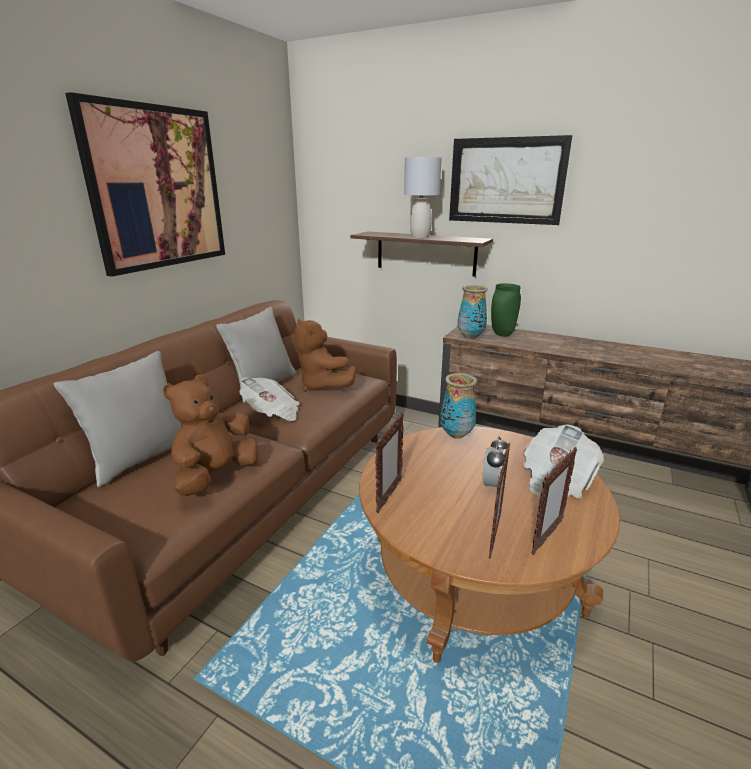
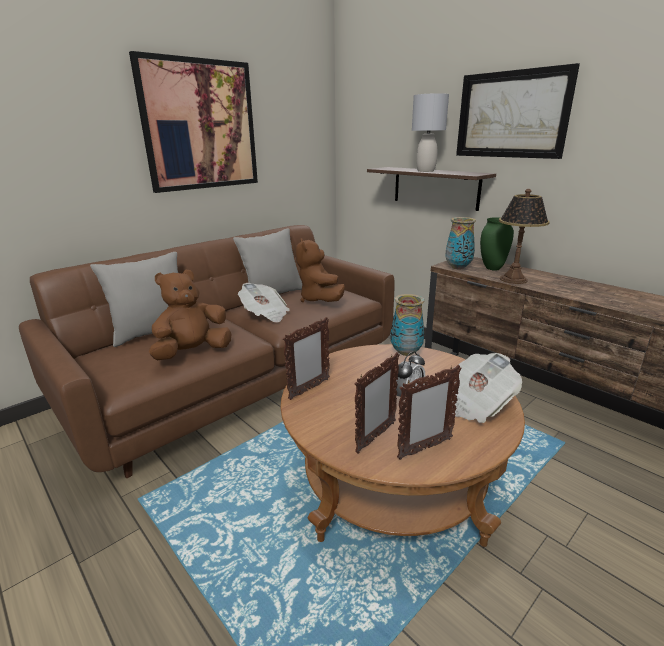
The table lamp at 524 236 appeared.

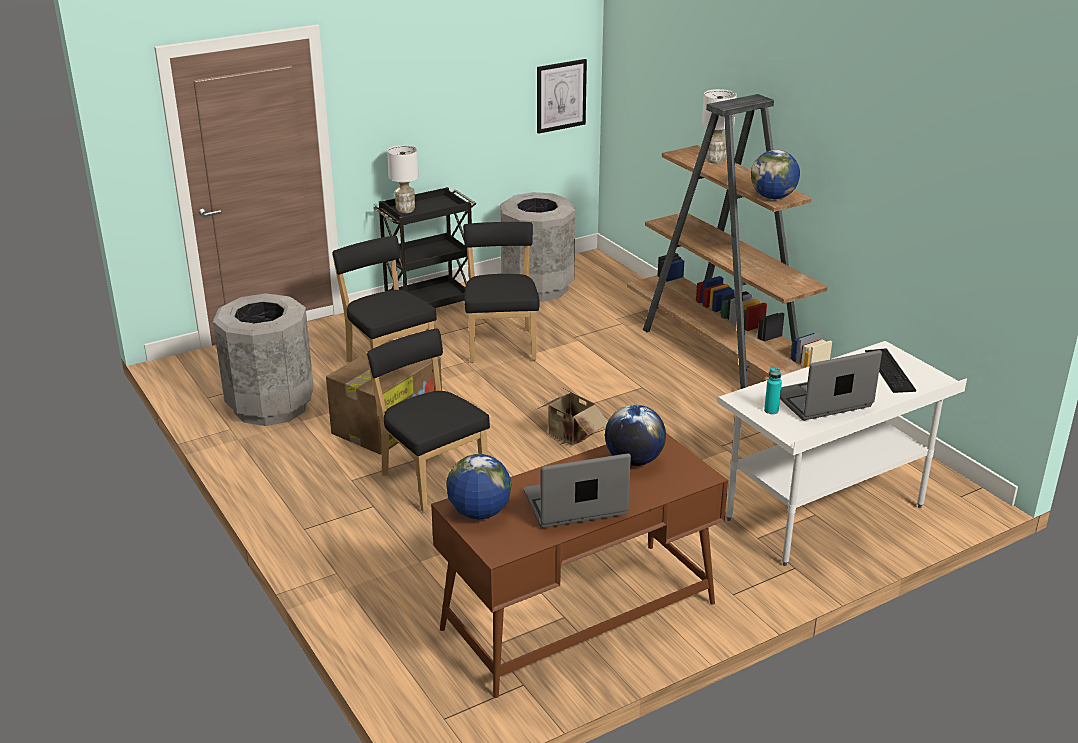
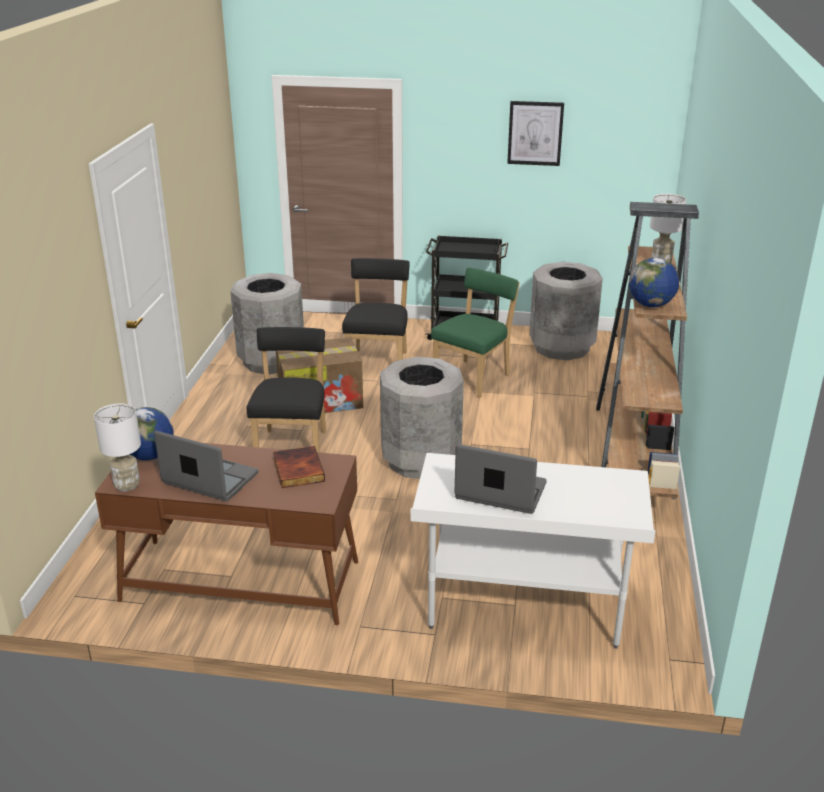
The white table lamp moved from 403 179 to 117 448.
The black chair at 501 292 became the green chair at 475 332.
The cardboard box at 571 418 was replaced by the grey trash can at 422 418.
The picture moved from 562 96 to 535 133.
The globe at 635 435 was replaced by the book at 299 467.
The turquoise bottle at 773 391 disappeared.
The keyboard at 890 370 disappeared.

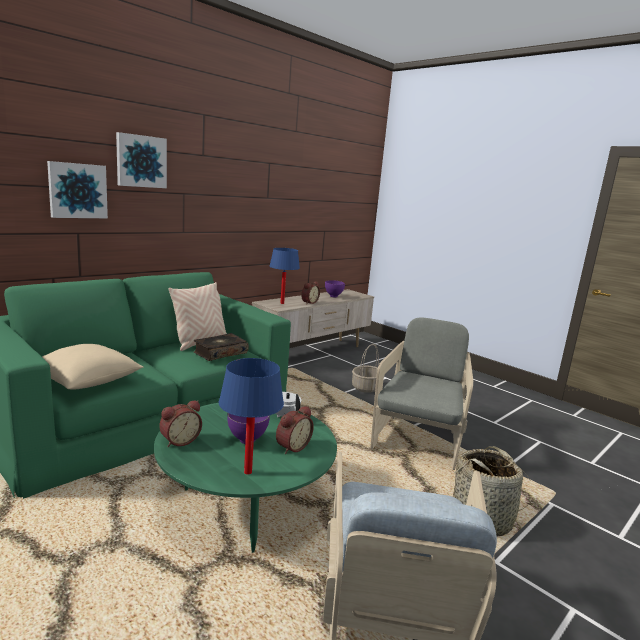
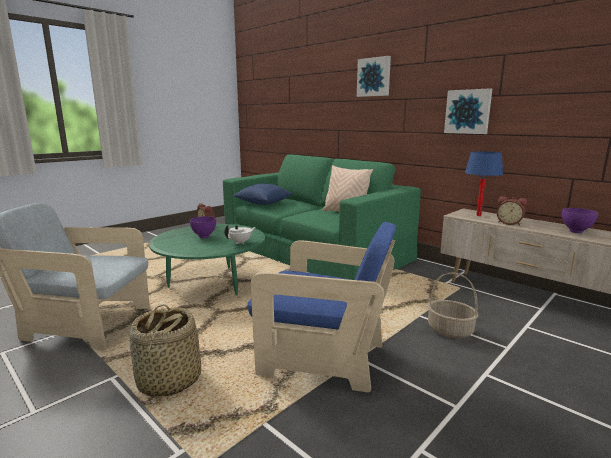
The beige pillow at 92 367 became the blue pillow at 262 194.
The picture moved from 77 189 to 468 111.
The book at 221 347 disappeared.
The blue table lamp at 251 416 disappeared.
The alarm clock at 295 430 disappeared.
The grey armchair at 421 393 became the blue armchair at 322 307.

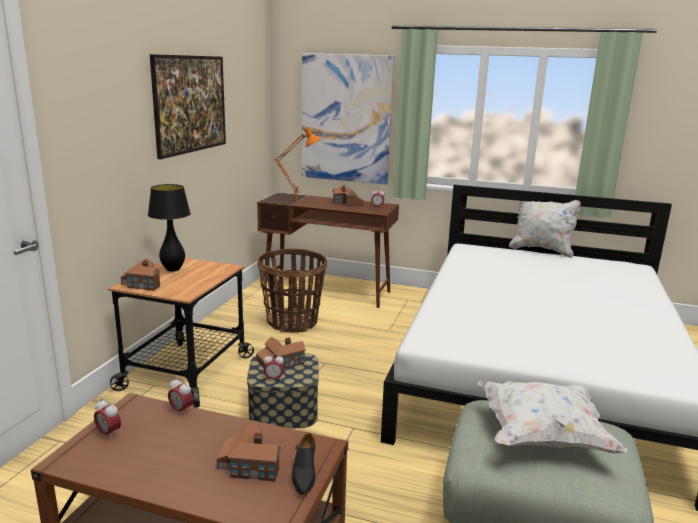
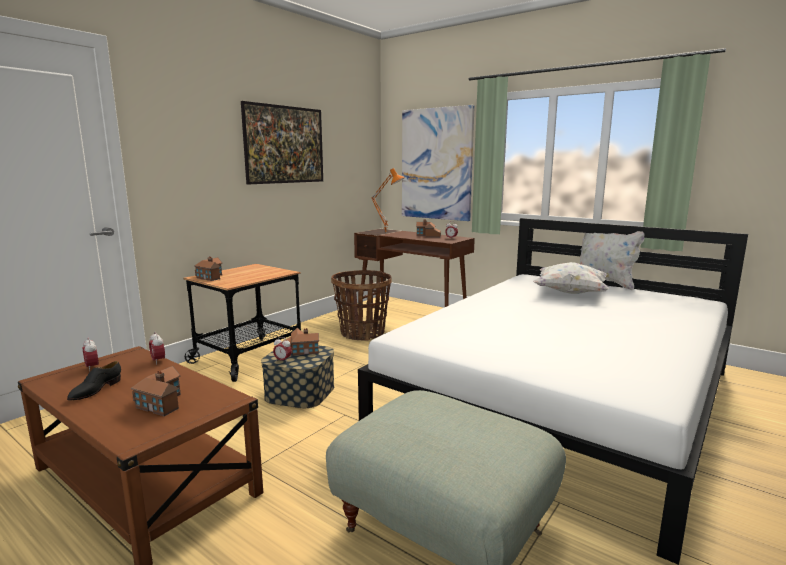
The black table lamp at 169 228 disappeared.
The black shoe moved from 303 464 to 94 380.
The white pillow moved from 552 417 to 571 278.

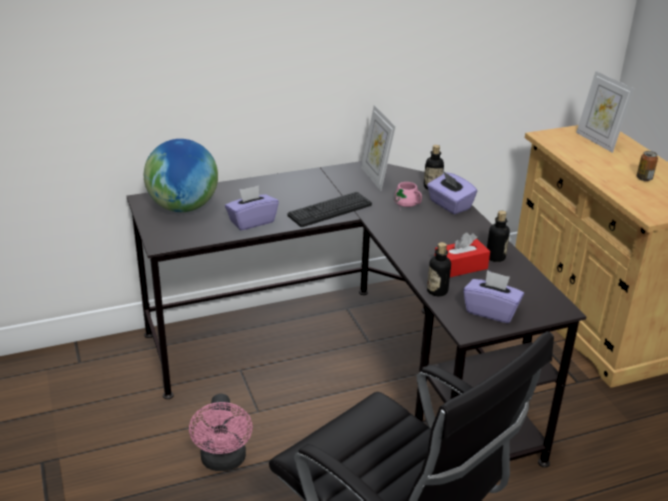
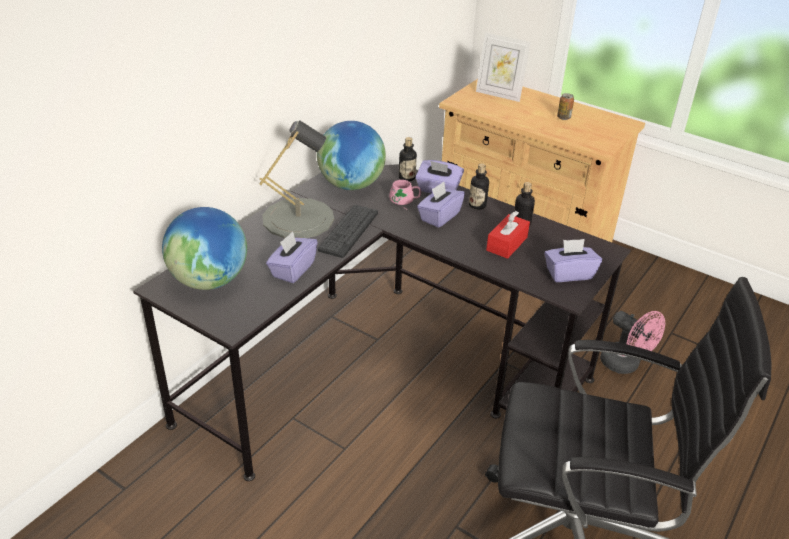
The pink fan moved from 221 432 to 632 342.
The picture frame at 378 148 was replaced by the globe at 351 155.
The bottle moved from 439 269 to 479 187.
The grey table lamp at 297 179 appeared.
The purple tissue box at 441 205 appeared.

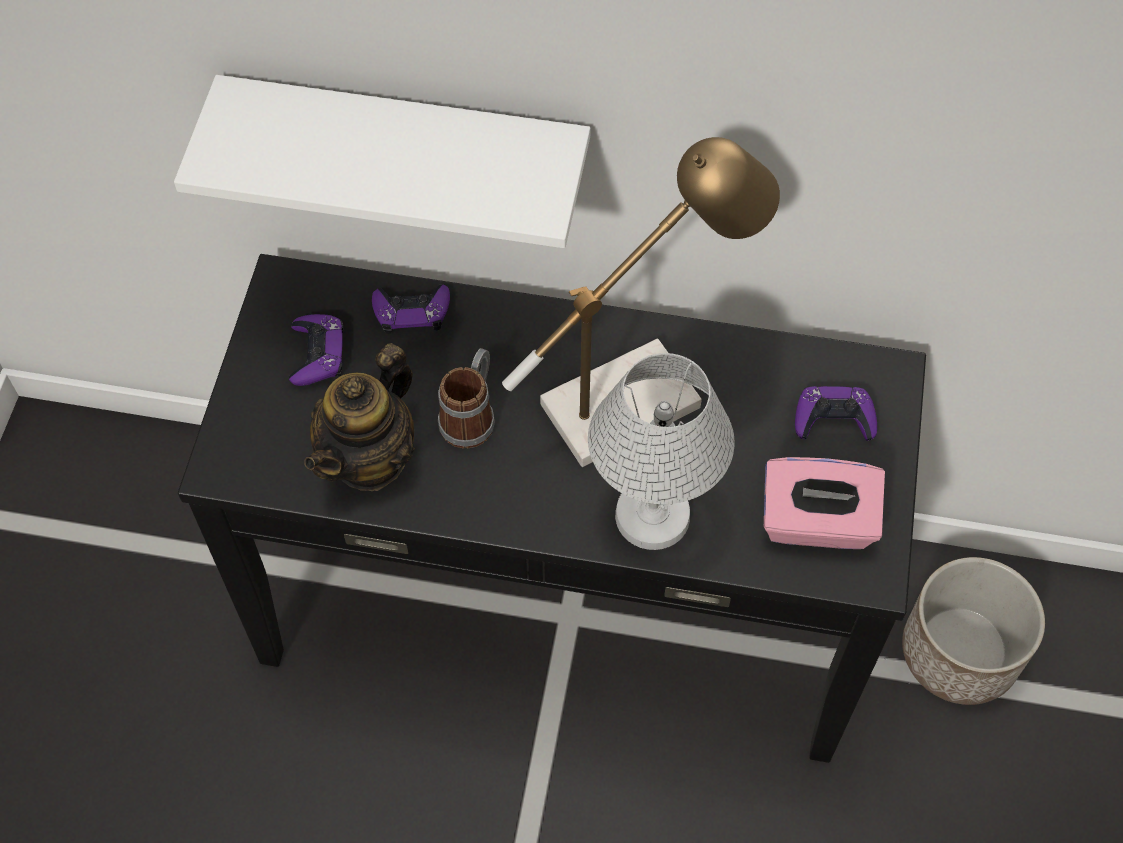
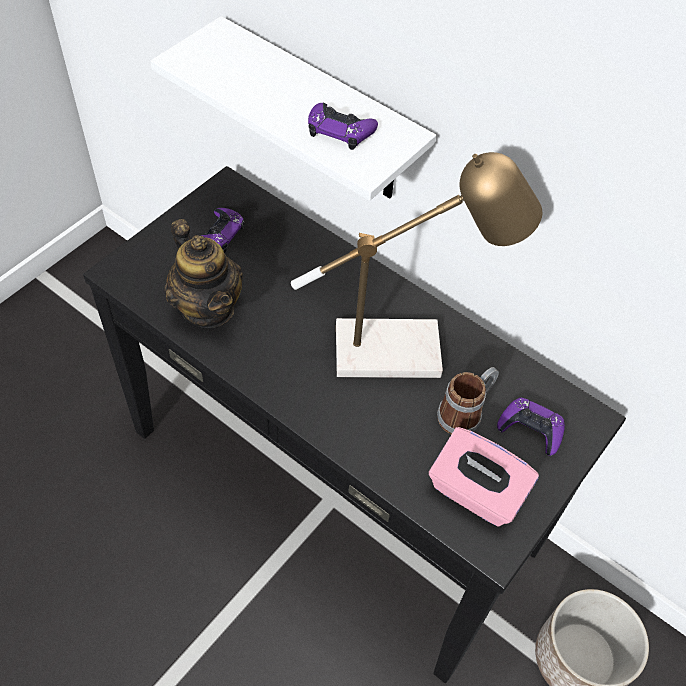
The teapot at 359 417 turned 90 degrees counterclockwise.
The purple game controller moved from 411 309 to 343 126.
The mug moved from 466 398 to 468 401.
The white table lamp at 661 451 disappeared.

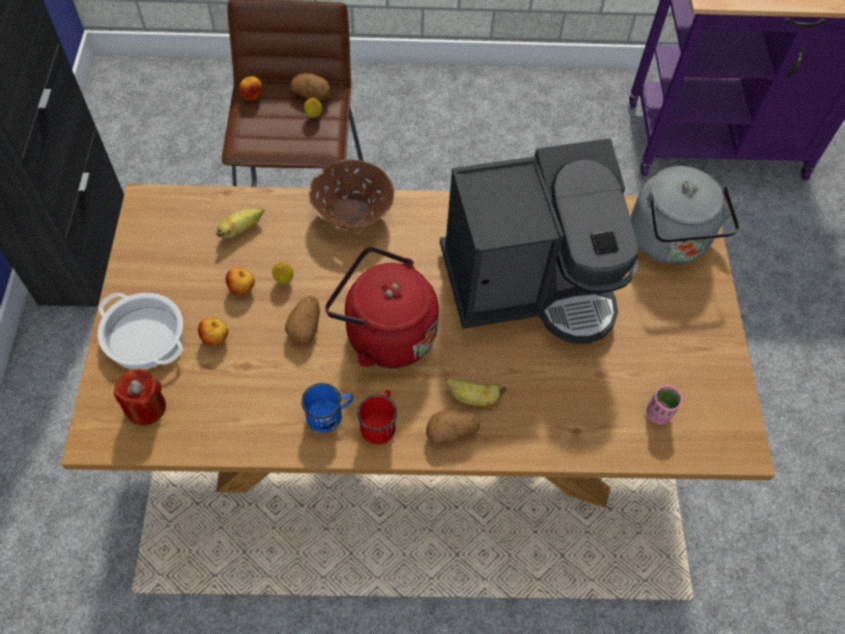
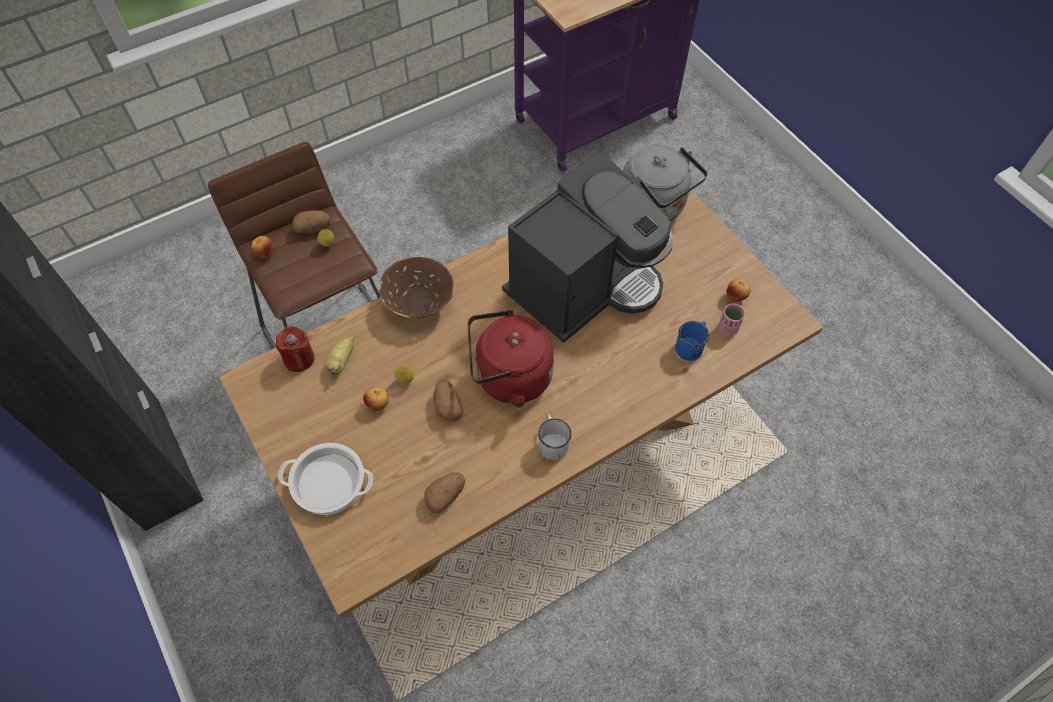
The red candle moved from 140 397 to 295 349.
The apple moved from 213 331 to 738 291.
The blue mug moved from 327 408 to 692 341.
The red mug at 377 417 became the white mug at 554 437.
The potato moved from 453 427 to 444 492.
The banana at 476 392 disappeared.

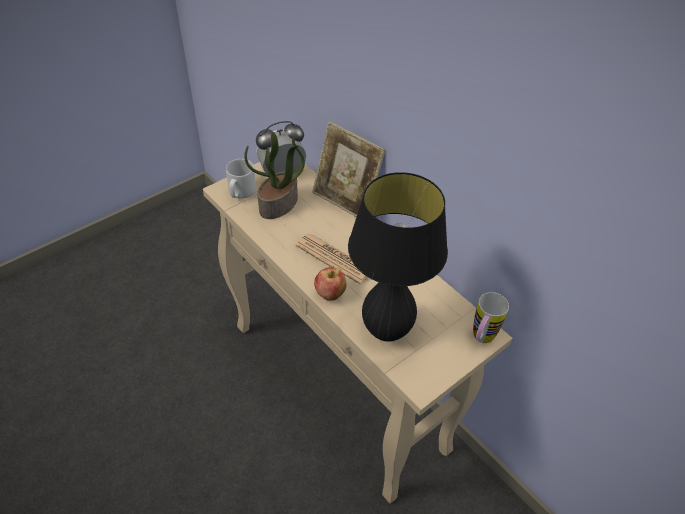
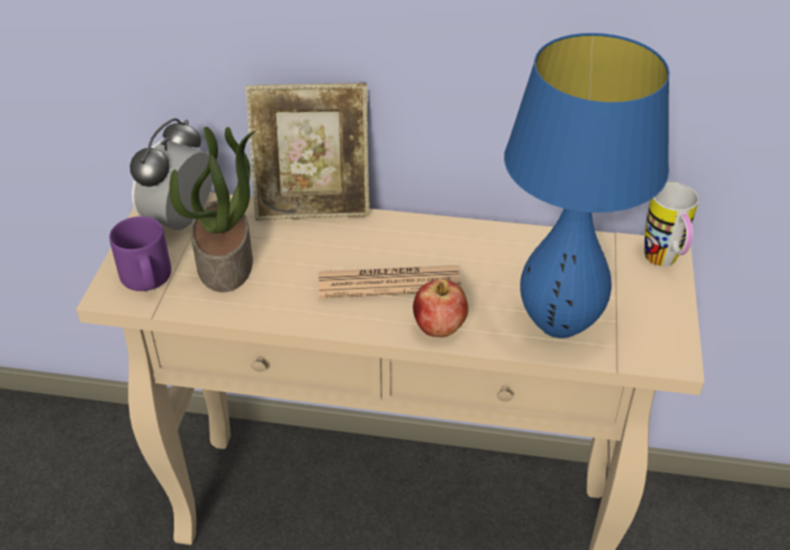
The grey mug at 241 179 became the purple mug at 140 253.
The black table lamp at 398 257 became the blue table lamp at 587 185.

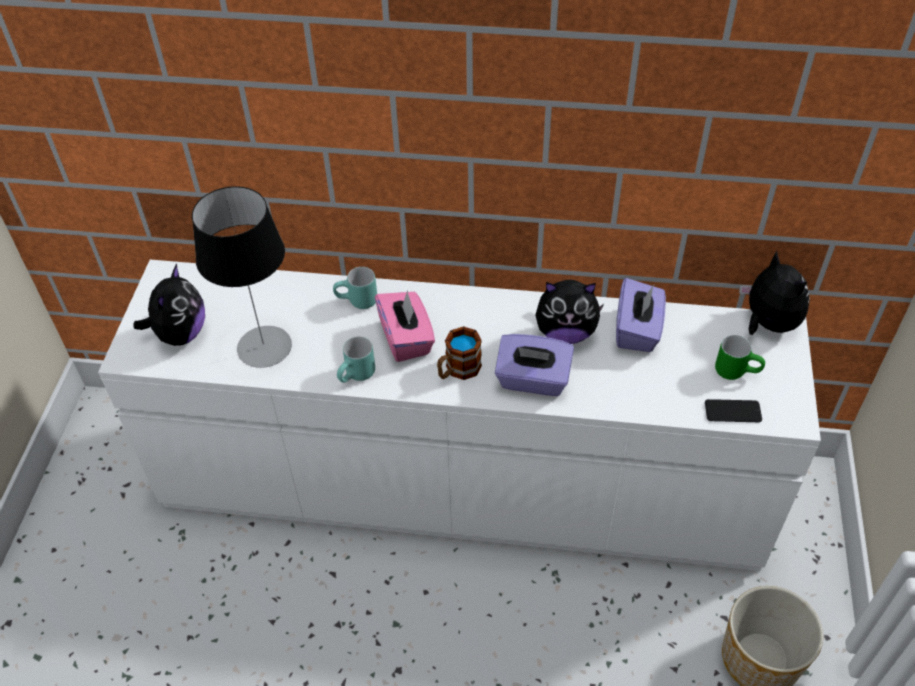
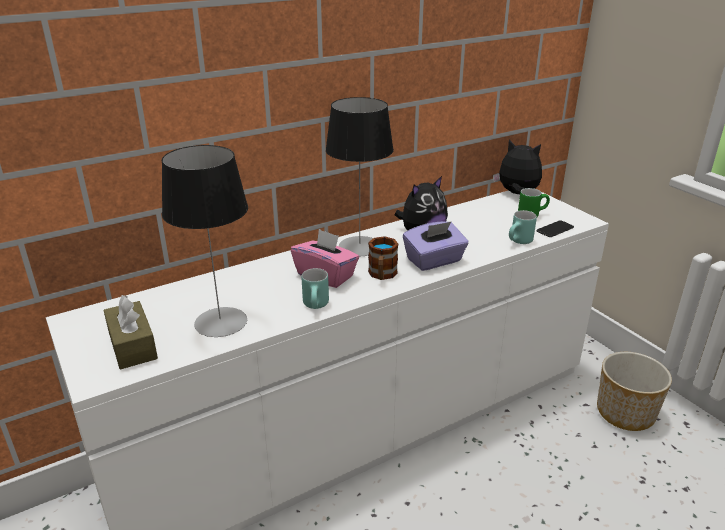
The plush toy at 169 305 was replaced by the brown tissue box at 130 332.
The turquoise mug moved from 355 288 to 523 227.
The purple tissue box at 641 315 disappeared.
The table lamp at 359 176 appeared.

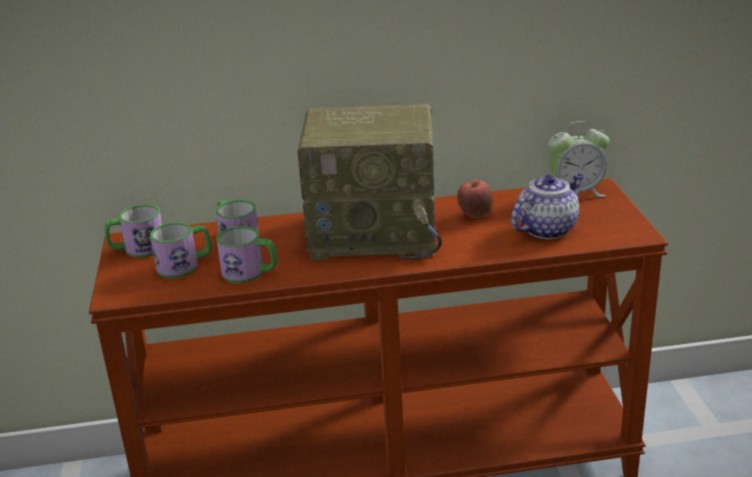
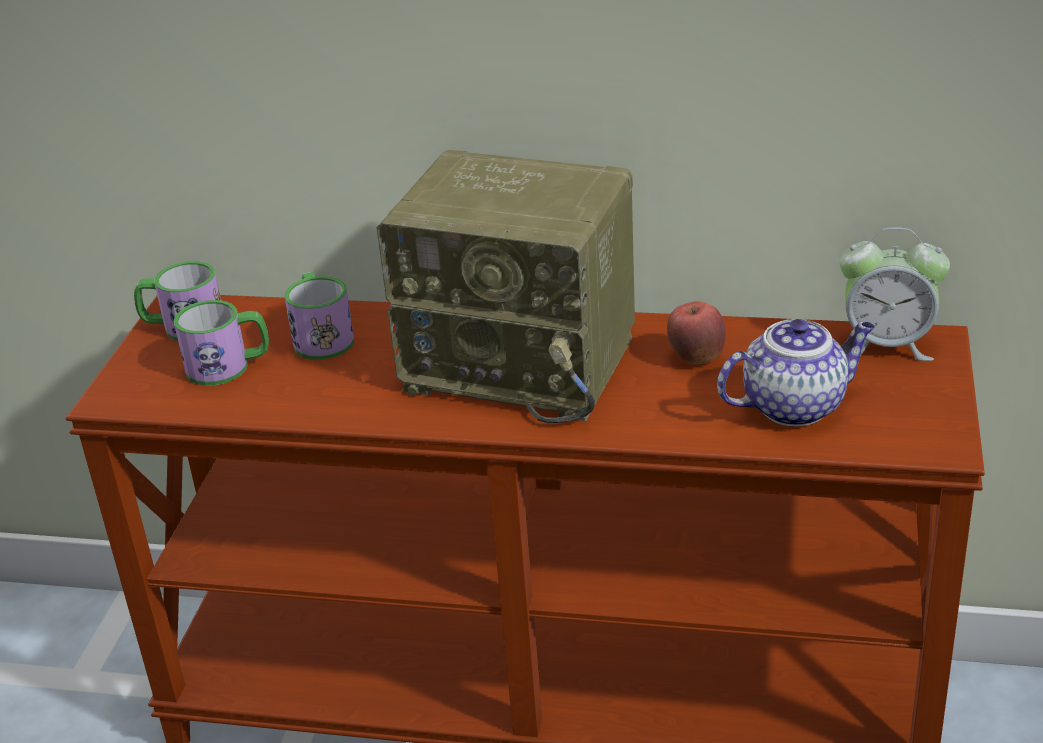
The mug at 247 254 disappeared.

